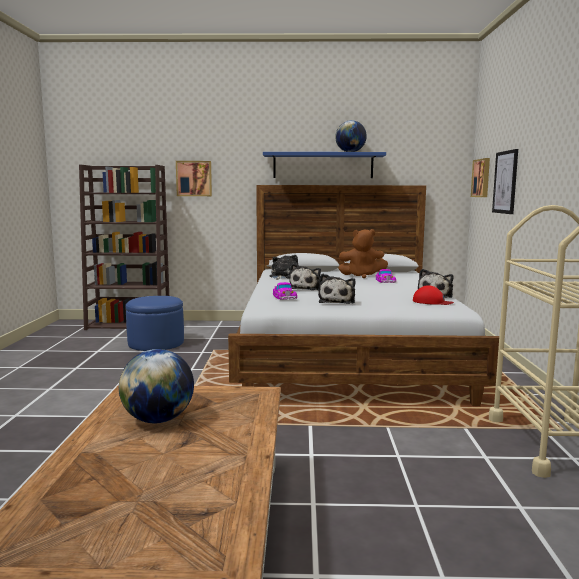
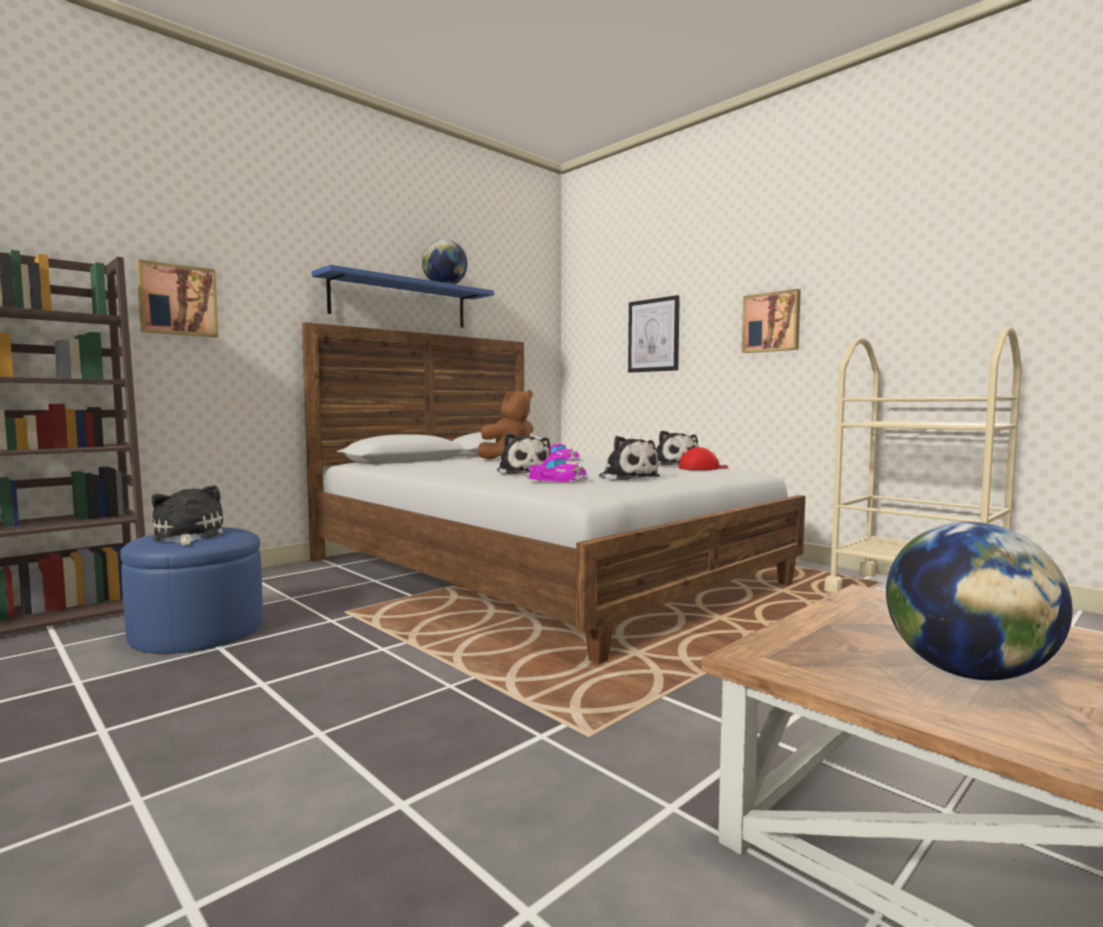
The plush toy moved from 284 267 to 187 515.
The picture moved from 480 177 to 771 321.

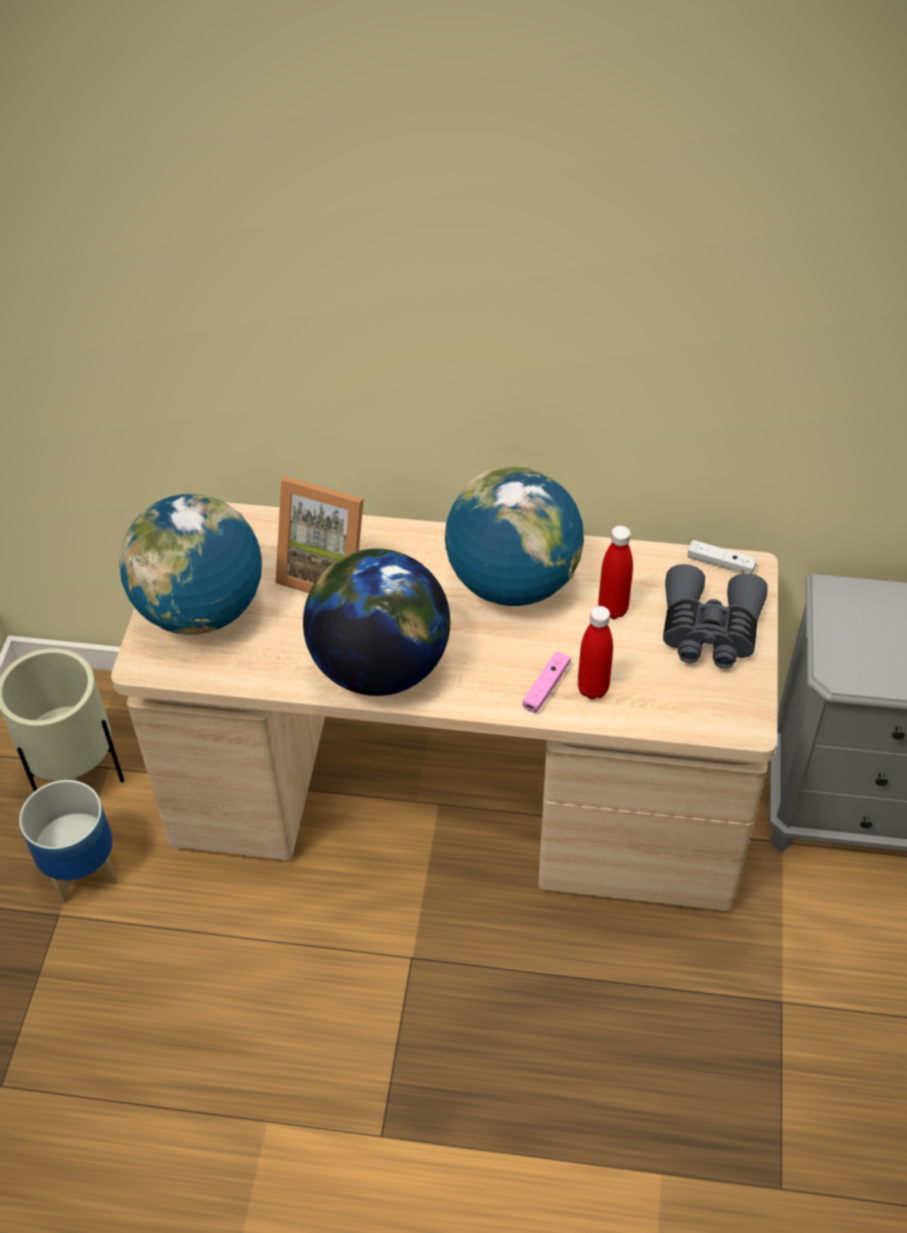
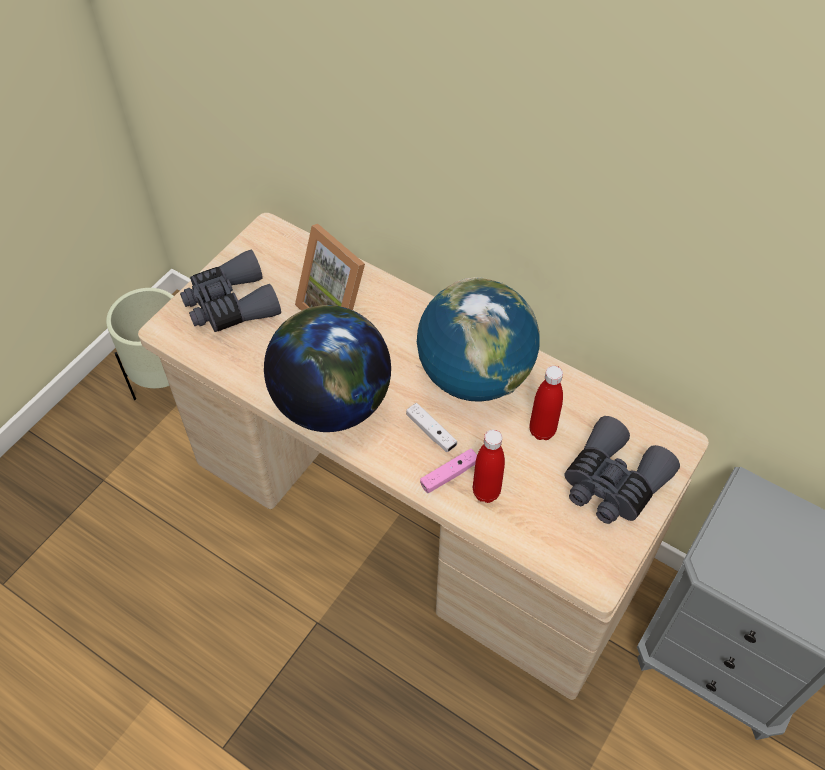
The planter at 68 841 disappeared.
The globe at 190 564 was replaced by the grey binoculars at 230 291.
The white game controller moved from 722 557 to 431 427.

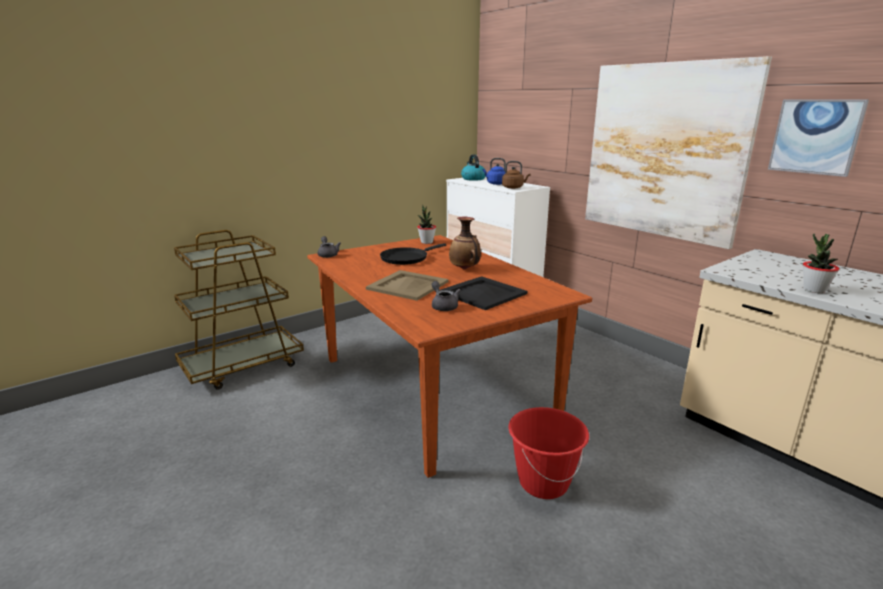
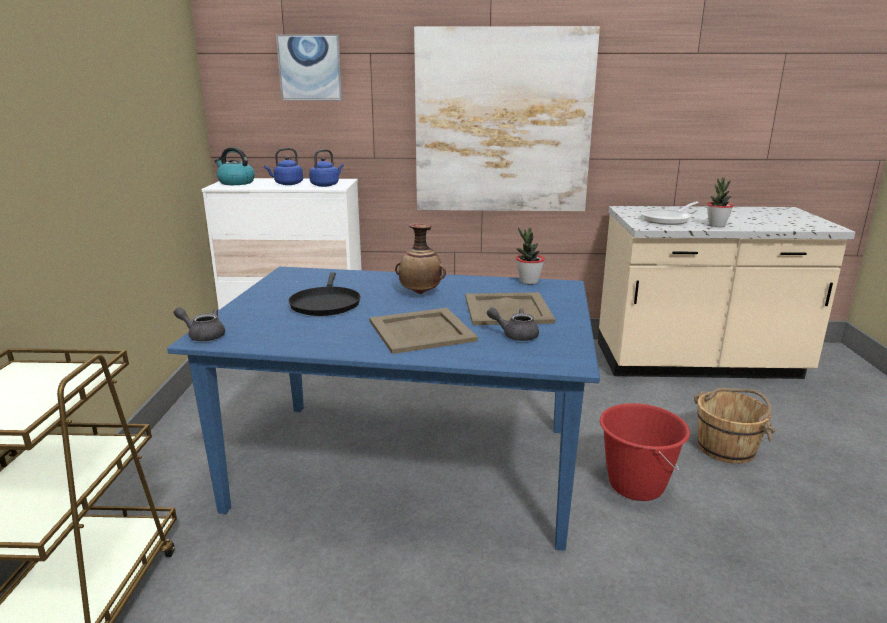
The brown dining table at 449 356 became the blue dining table at 383 409.
The potted plant moved from 426 224 to 530 255.
The black tray at 483 293 became the beige tray at 510 308.
The brown kettle at 516 175 became the blue kettle at 326 168.
The picture moved from 818 138 to 309 67.
The frying pan at 670 213 appeared.
The brown bucket at 734 426 appeared.

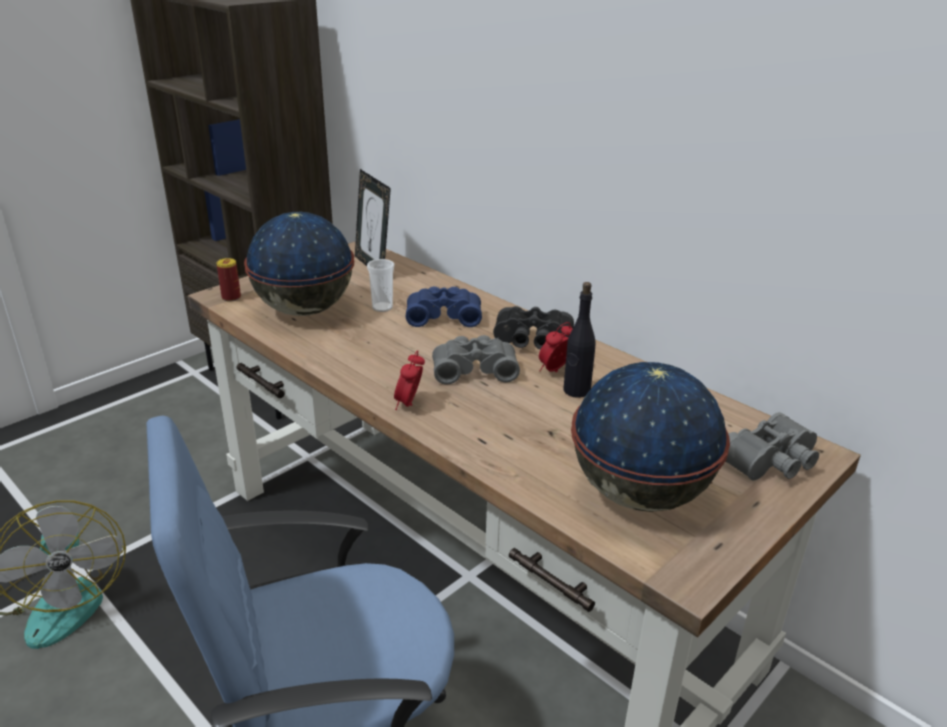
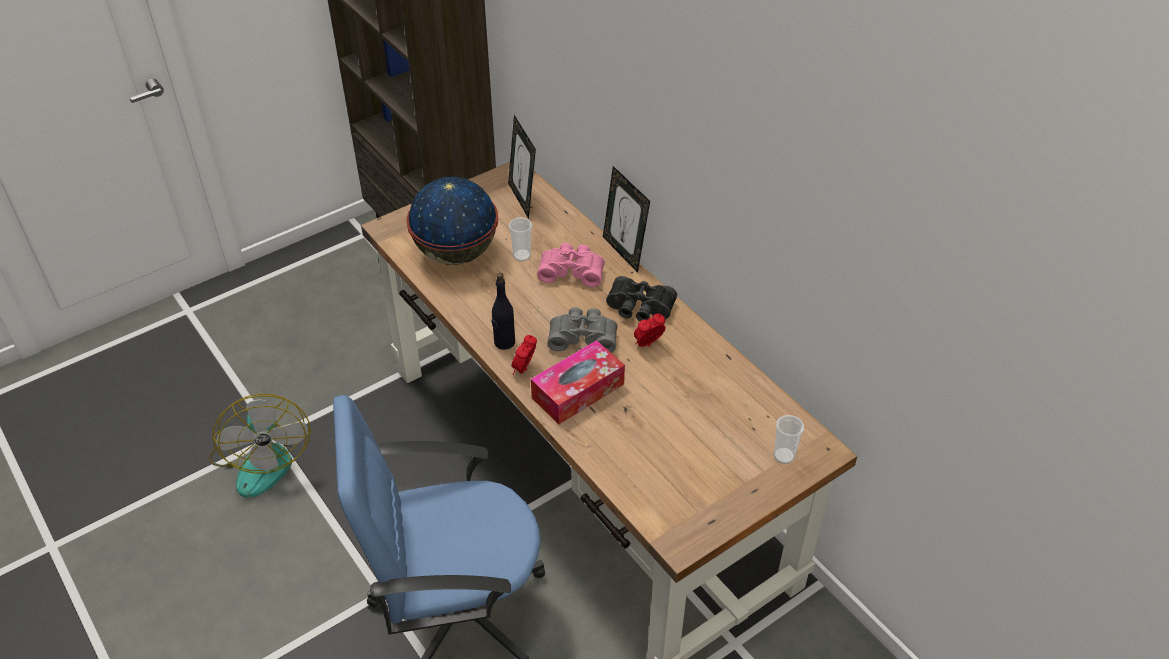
The can at 228 280 disappeared.
The blue binoculars at 444 307 became the pink binoculars at 571 265.
The black bottle moved from 579 340 to 503 311.
The globe at 650 437 disappeared.
The grey binoculars at 772 446 was replaced by the cup at 789 439.
The tissue box at 578 382 appeared.
The picture frame at 626 219 appeared.

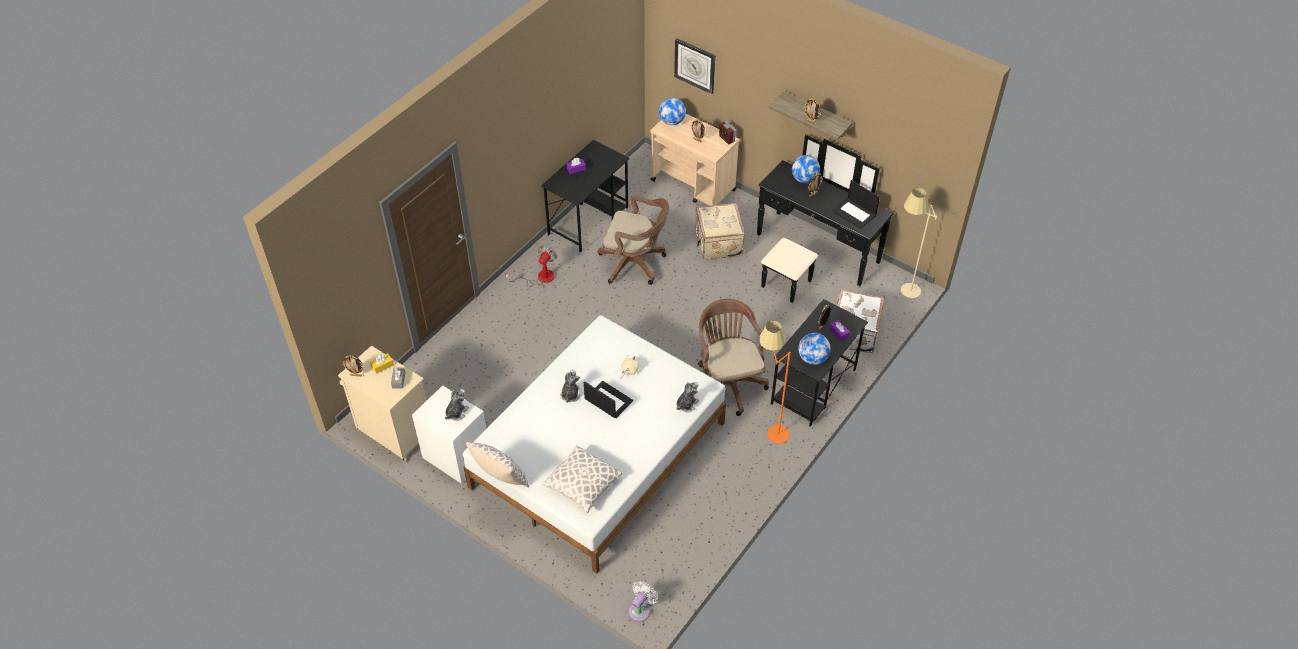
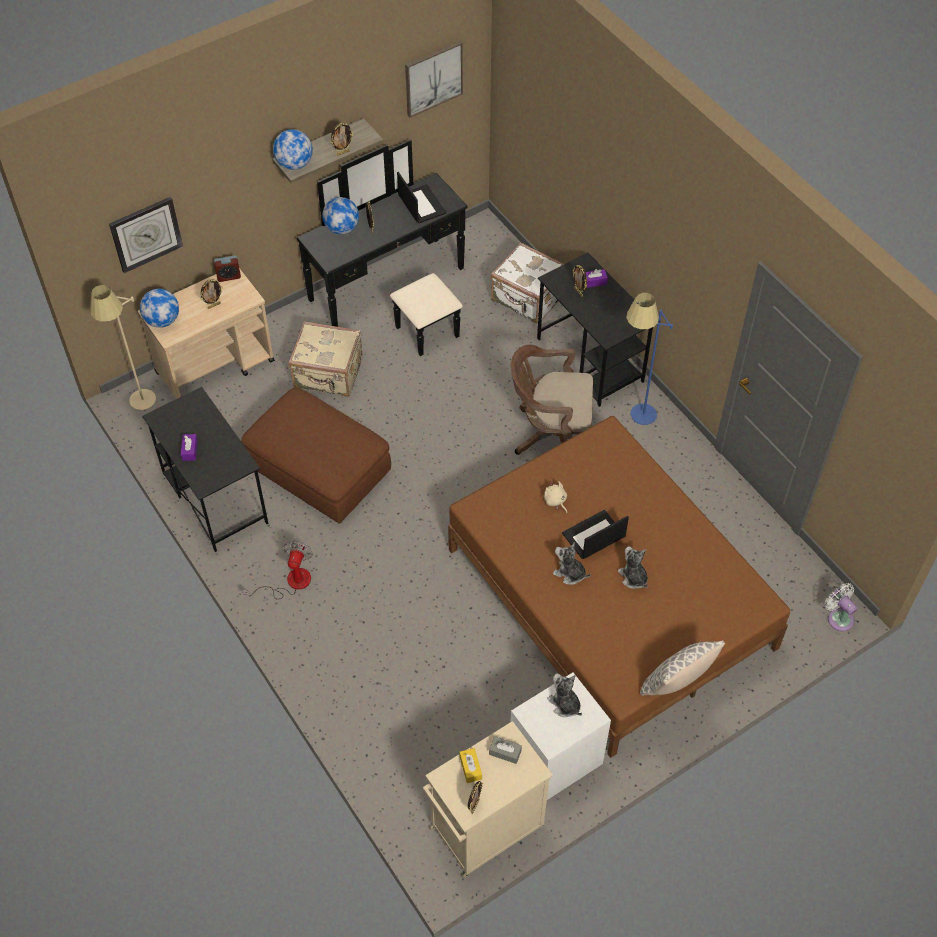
The white bed at 594 444 became the brown bed at 619 587.
The fan at 531 266 turned 60 degrees clockwise.
The pillow at 582 479 disappeared.
The brown office chair at 633 240 was replaced by the brown ottoman at 316 456.
The plush toy moved from 687 397 to 633 567.
The orange floor lamp at 775 382 became the blue floor lamp at 649 359.
The globe moved from 814 349 to 293 149.
The laptop at 856 204 turned 90 degrees counterclockwise.
The beige floor lamp moved from 919 243 to 123 347.
The picture at 434 79 appeared.

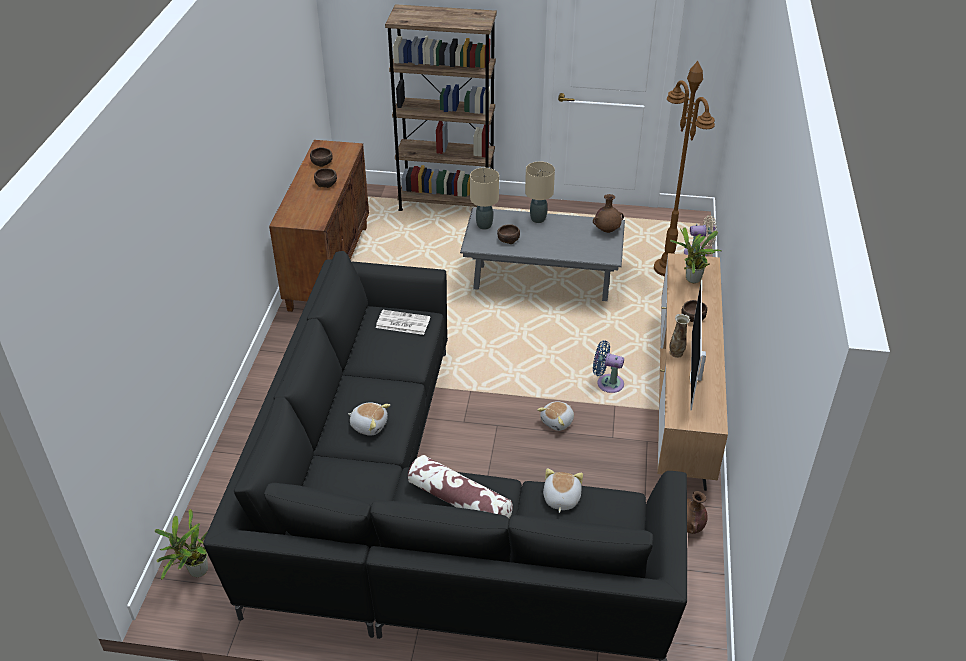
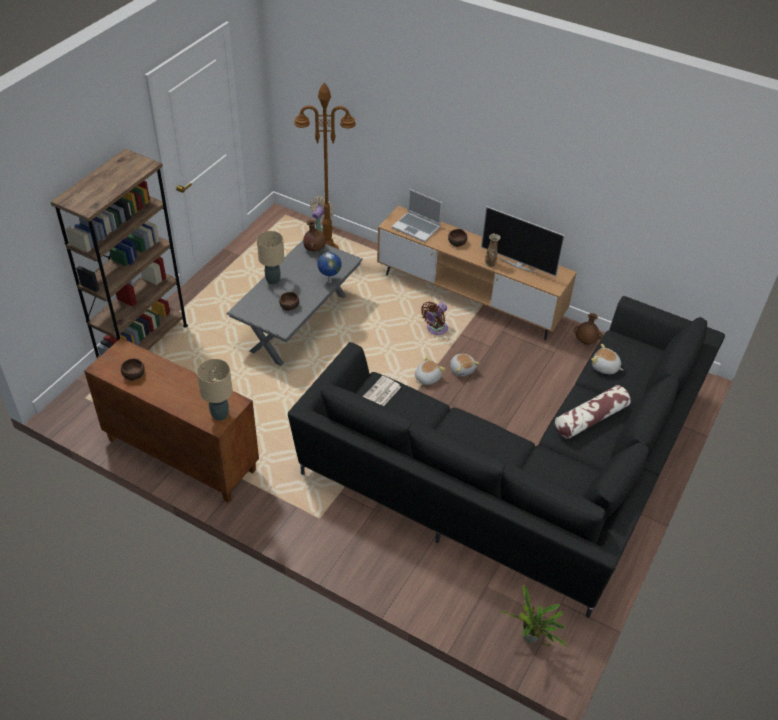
The brown bowl at 325 178 disappeared.
The plush toy moved from 369 419 to 430 370.
The beige table lamp moved from 484 199 to 215 390.
The blue fan at 608 367 became the brown fan at 434 318.
The potted plant at 696 255 was replaced by the laptop at 417 215.
The globe at 329 267 appeared.

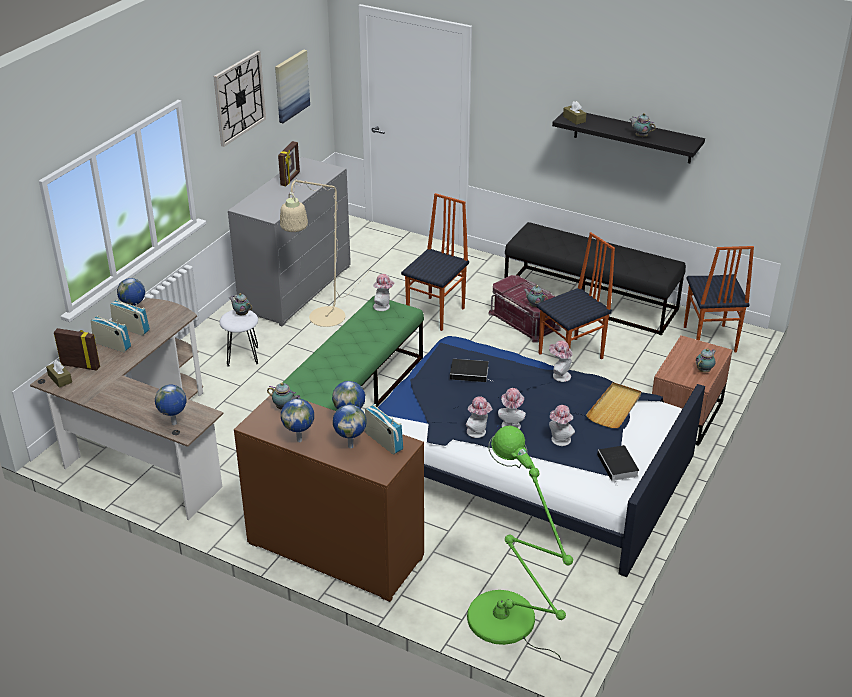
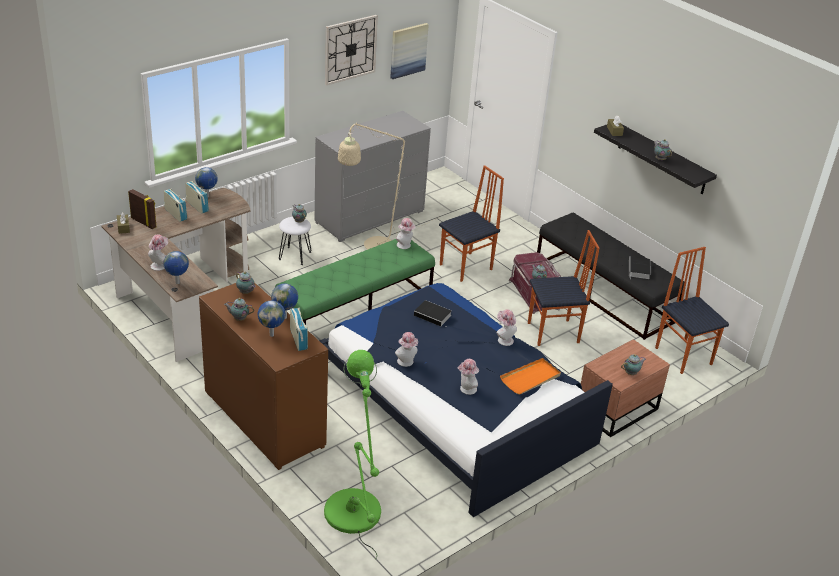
The picture frame at 289 163 disappeared.
The globe at 297 420 was replaced by the teapot at 239 309.
The hat moved from 512 408 to 158 252.
The beige tray at 613 405 became the orange tray at 530 376.
The book moved from 618 465 to 640 267.
The chair at 719 299 turned 135 degrees clockwise.

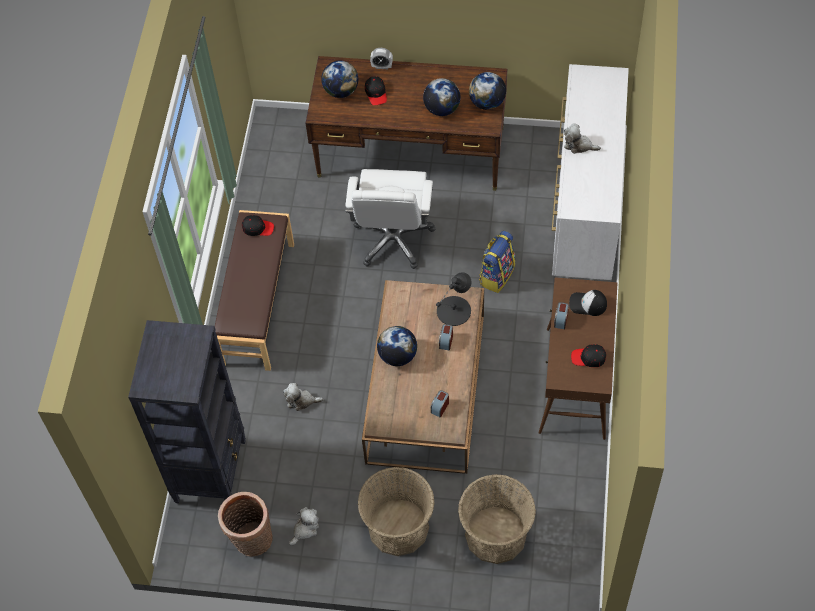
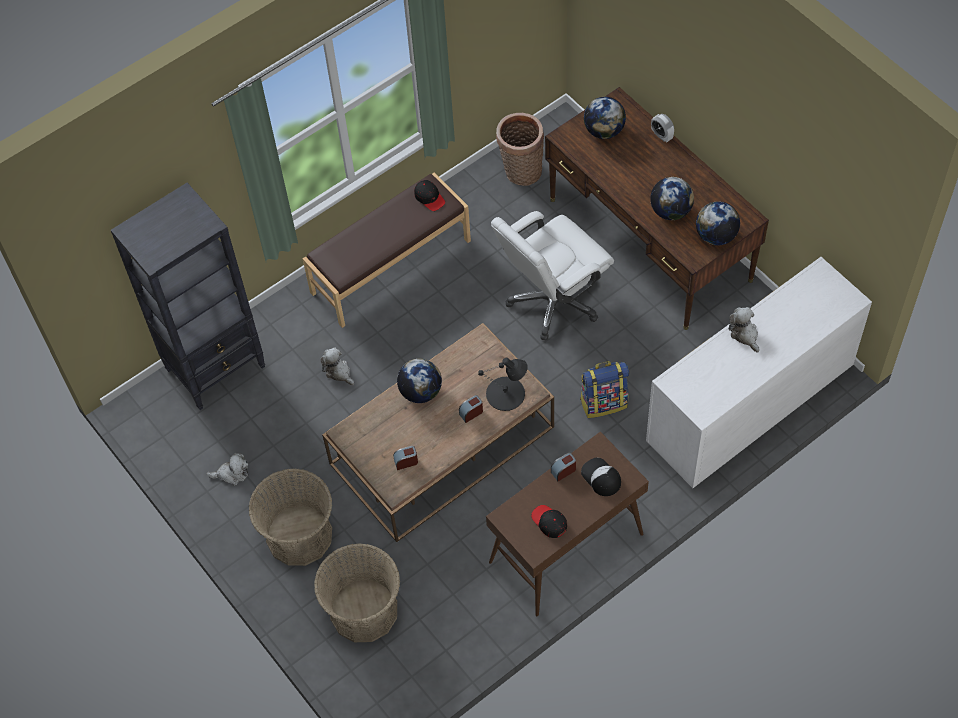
The basket moved from 245 524 to 520 149.
The black cap at 376 90 disappeared.

